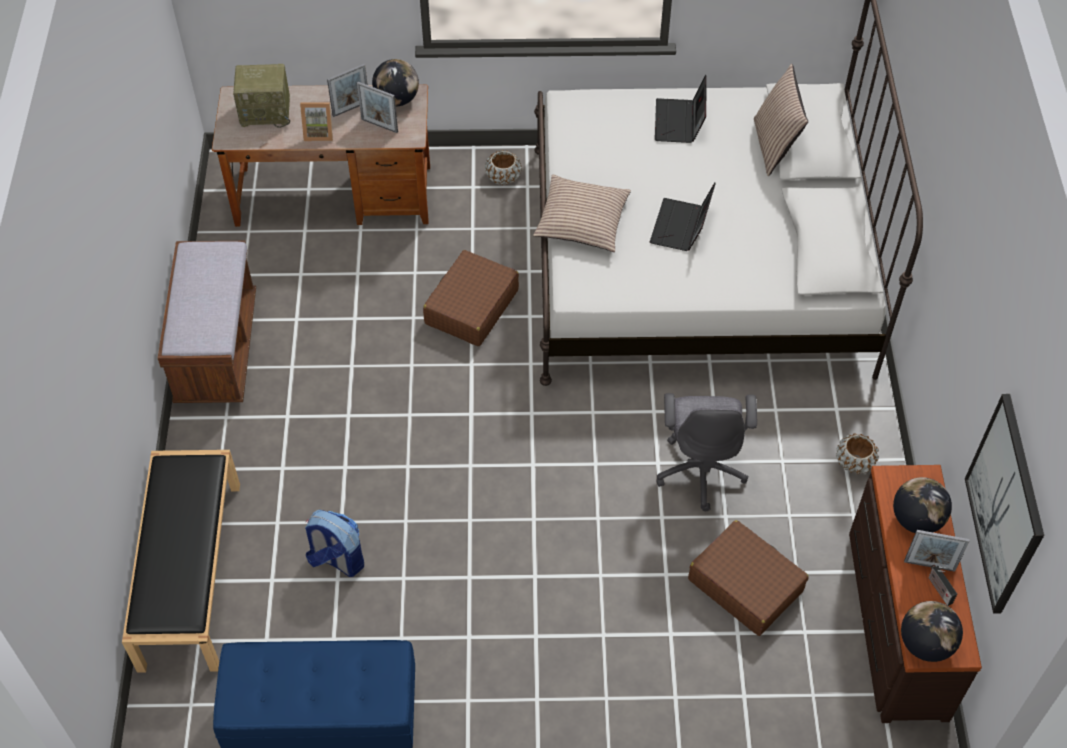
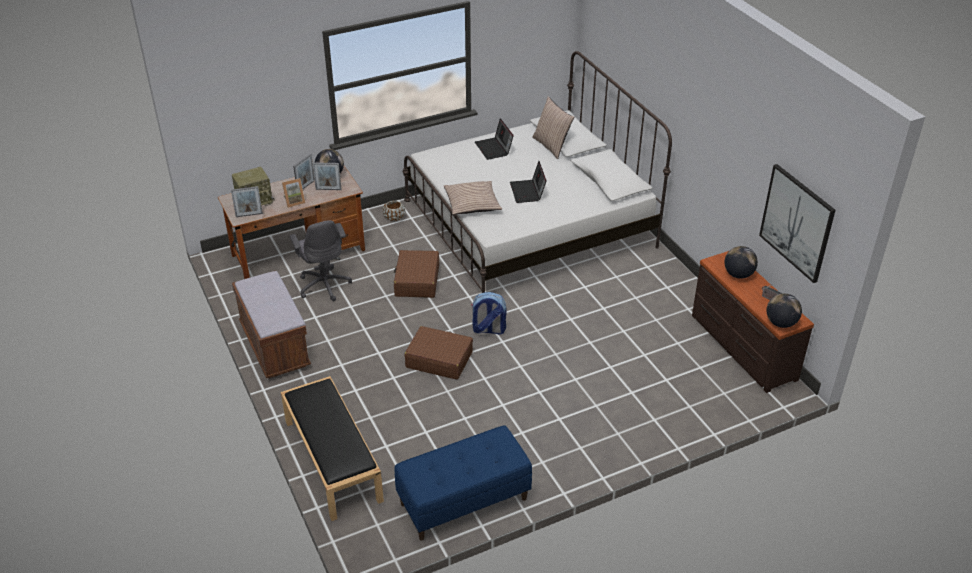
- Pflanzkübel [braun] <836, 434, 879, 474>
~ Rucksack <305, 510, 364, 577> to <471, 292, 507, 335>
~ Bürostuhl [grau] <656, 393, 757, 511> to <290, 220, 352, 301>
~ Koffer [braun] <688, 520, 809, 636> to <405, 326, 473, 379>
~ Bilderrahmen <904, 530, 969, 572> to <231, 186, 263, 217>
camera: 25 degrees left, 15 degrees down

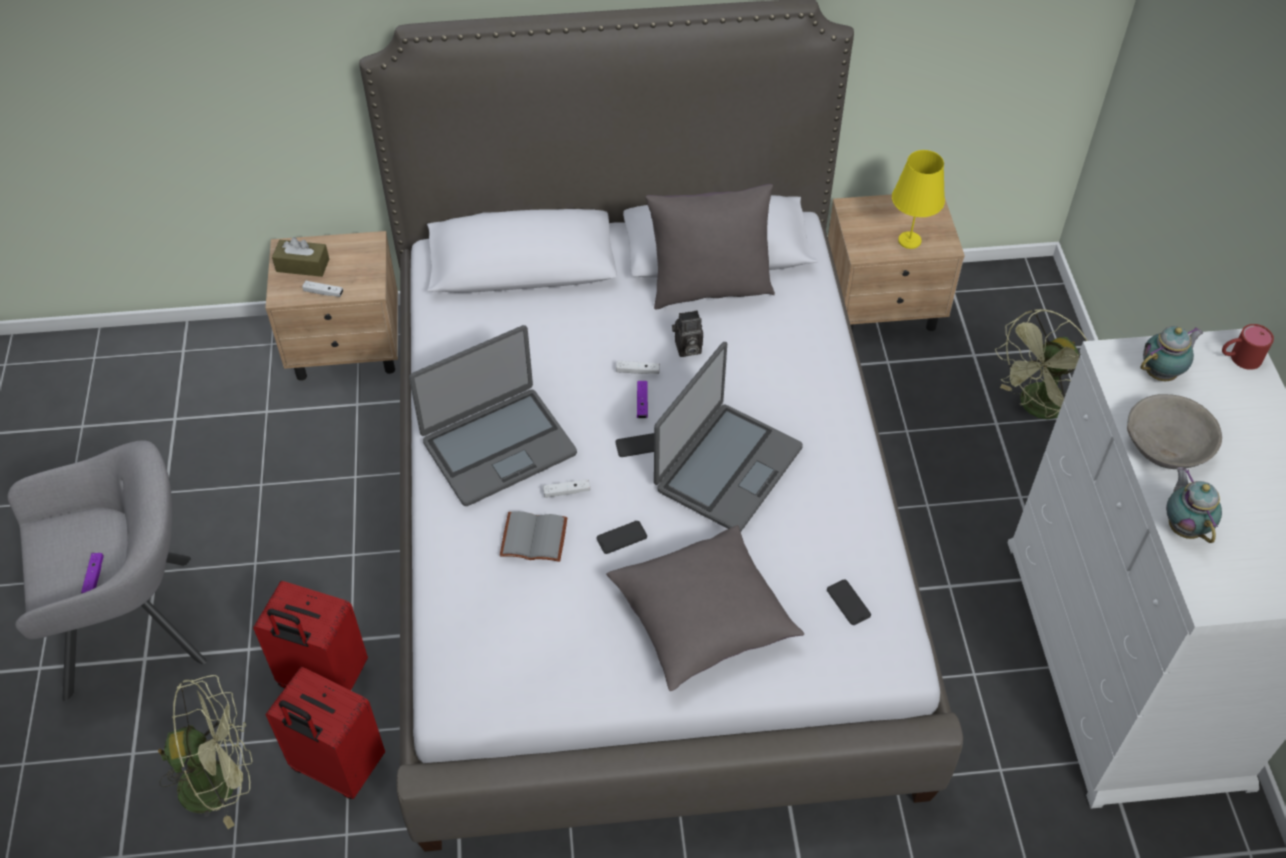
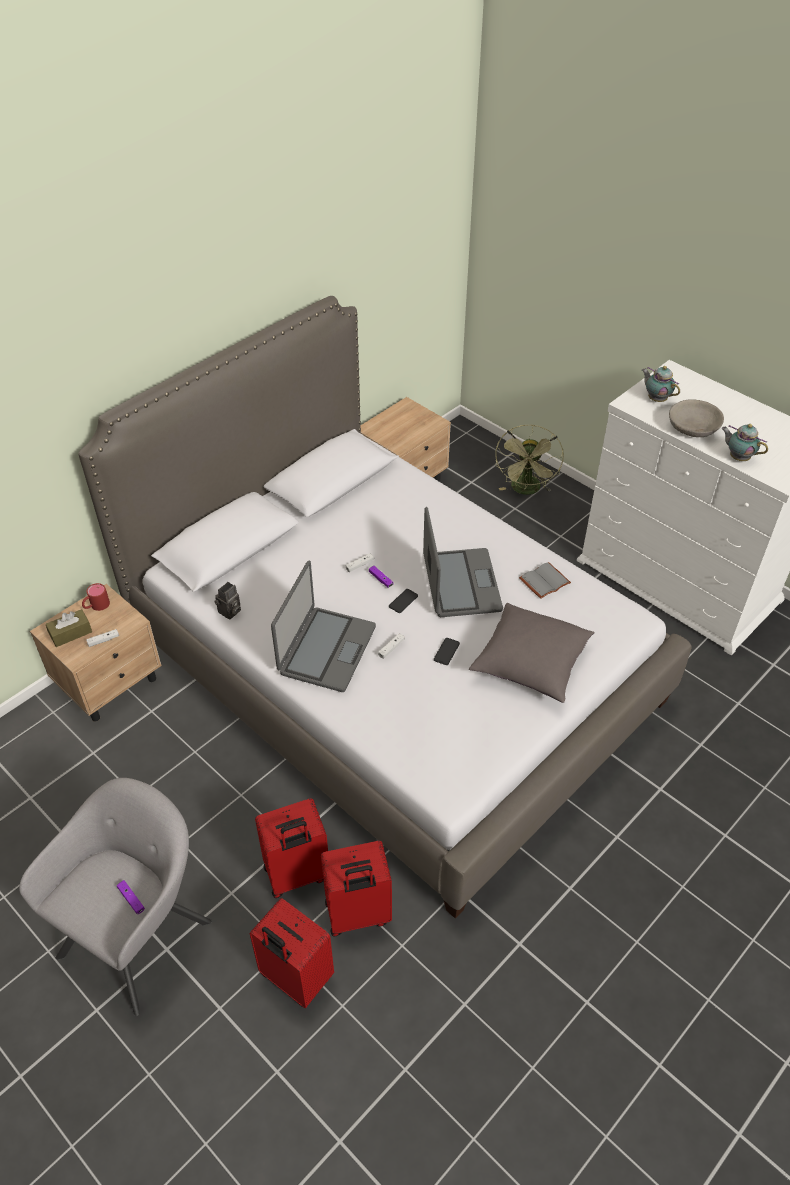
- Kissen [grau] <645, 184, 775, 309>
- Handy <827, 580, 871, 625>
- Tischlampe [gelb] <892, 150, 945, 249>
~ Buch [grau] <500, 511, 568, 562> to <519, 562, 571, 599>
~ Kamera <672, 310, 703, 357> to <214, 582, 241, 620>
~ Henkelbecher [rot] <1222, 324, 1274, 370> to <82, 583, 110, 611>
~ Ventilator [grün] <158, 675, 253, 829> to Koffer [rot] <249, 898, 334, 1008>
~ Teekanne <1140, 326, 1203, 381> = <642, 366, 680, 402> 60 degrees counterclockwise
camera: 40 degrees left, 5 degrees down

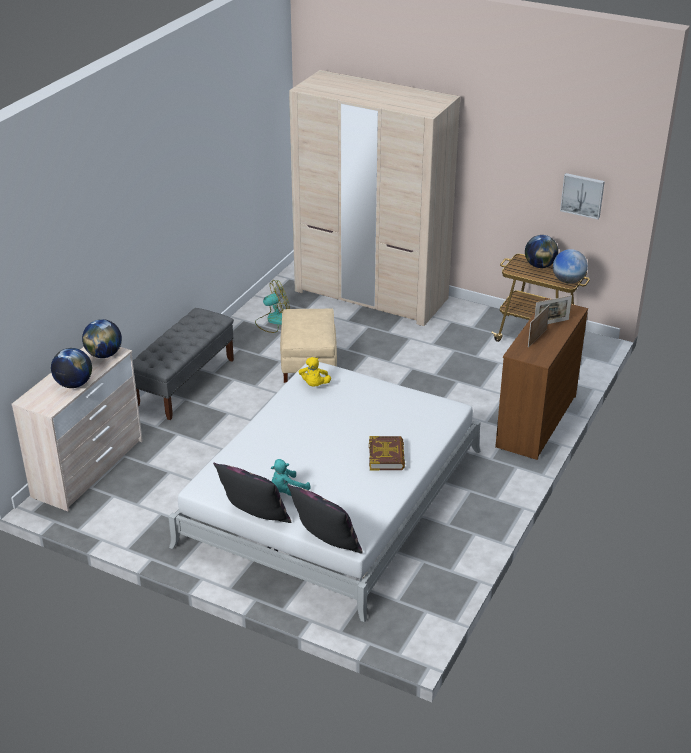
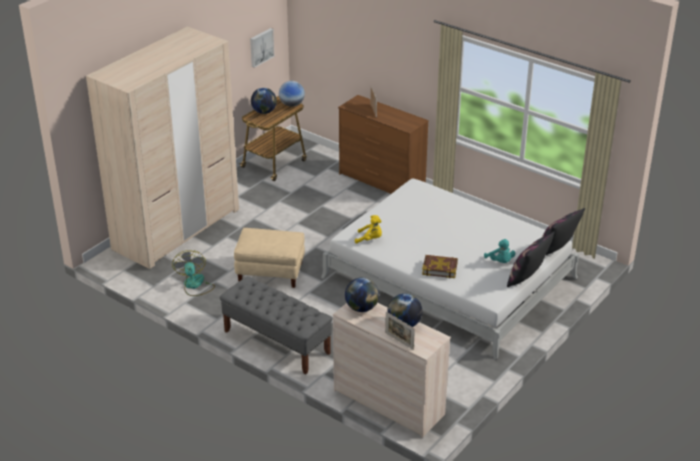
~ Buch <369, 436, 405, 470> to <422, 255, 458, 278>
~ Bilderrahmen <528, 305, 549, 347> to <385, 312, 415, 350>
camera: 80 degrees left, 0 degrees up

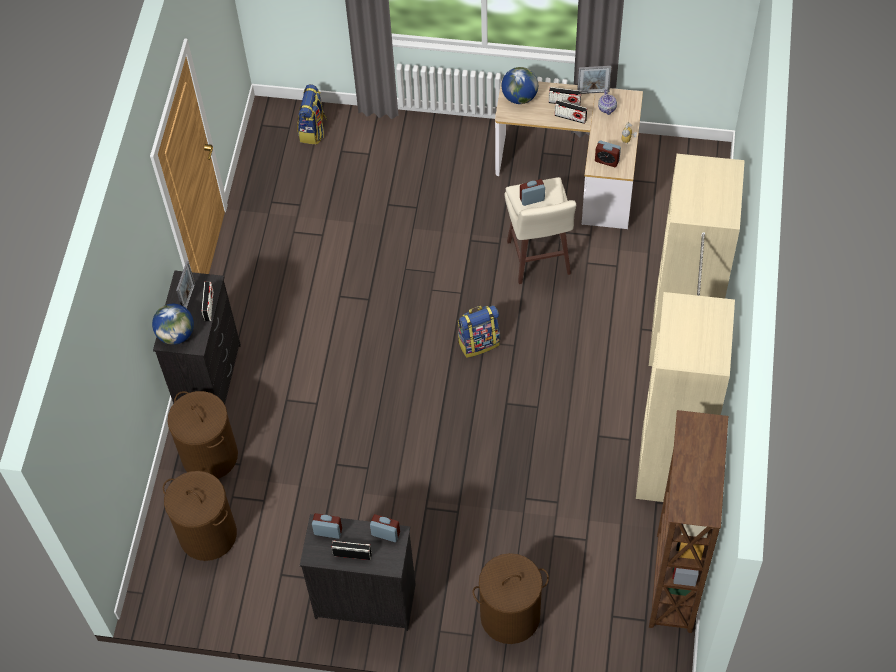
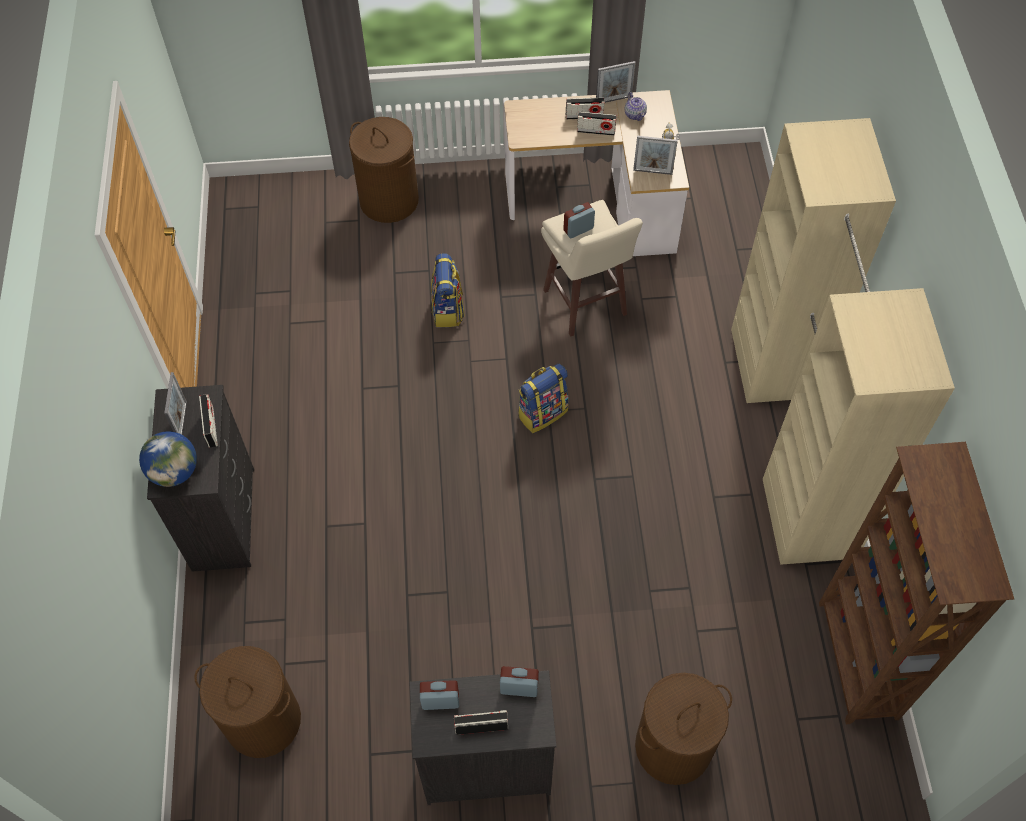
- Globus <502, 67, 538, 104>
~ Wäschekorb [braun] <168, 391, 238, 479> to <349, 117, 419, 223>
~ Rucksack <297, 84, 328, 145> to <431, 253, 465, 327>
~ Wecker <595, 141, 621, 167> to Bilderrahmen <633, 136, 678, 175>
camera: 15 degrees left, 0 degrees up

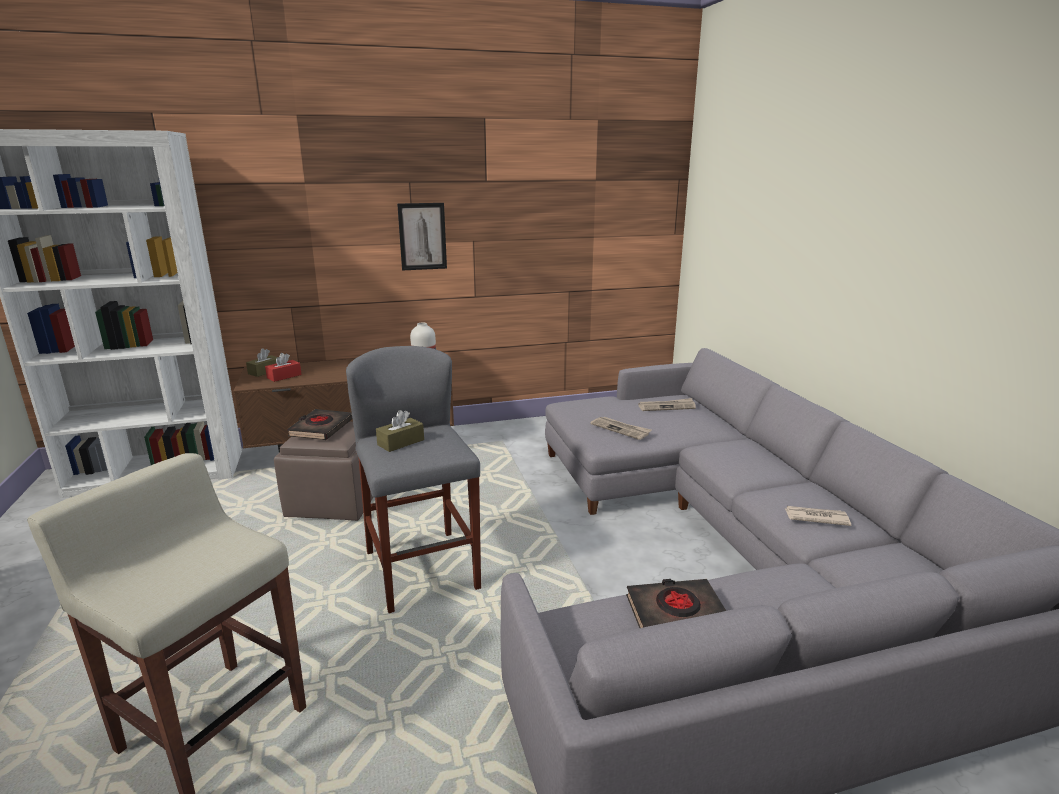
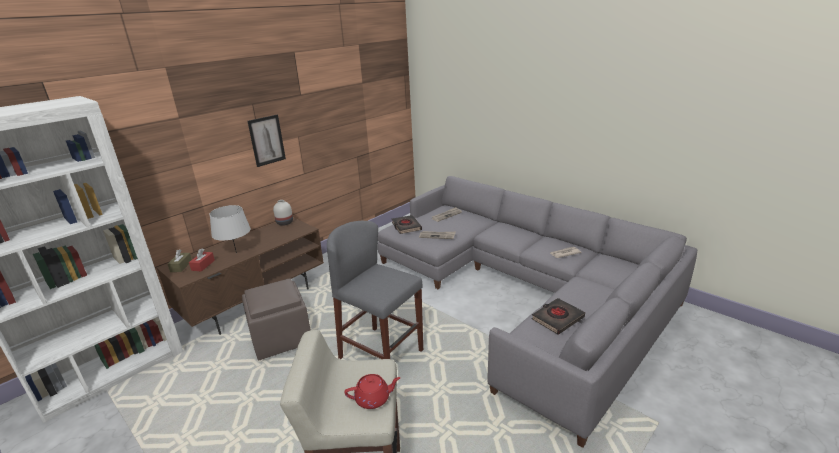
- Taschentuchbox [braun] <376, 410, 424, 452>
+ Tischlampe [grau] <210, 205, 251, 253>
+ Teekanne [rot] <344, 374, 400, 409>
~ Buch [schwarz] <287, 409, 352, 440> to <392, 215, 422, 234>
camera: 30 degrees left, 5 degrees up

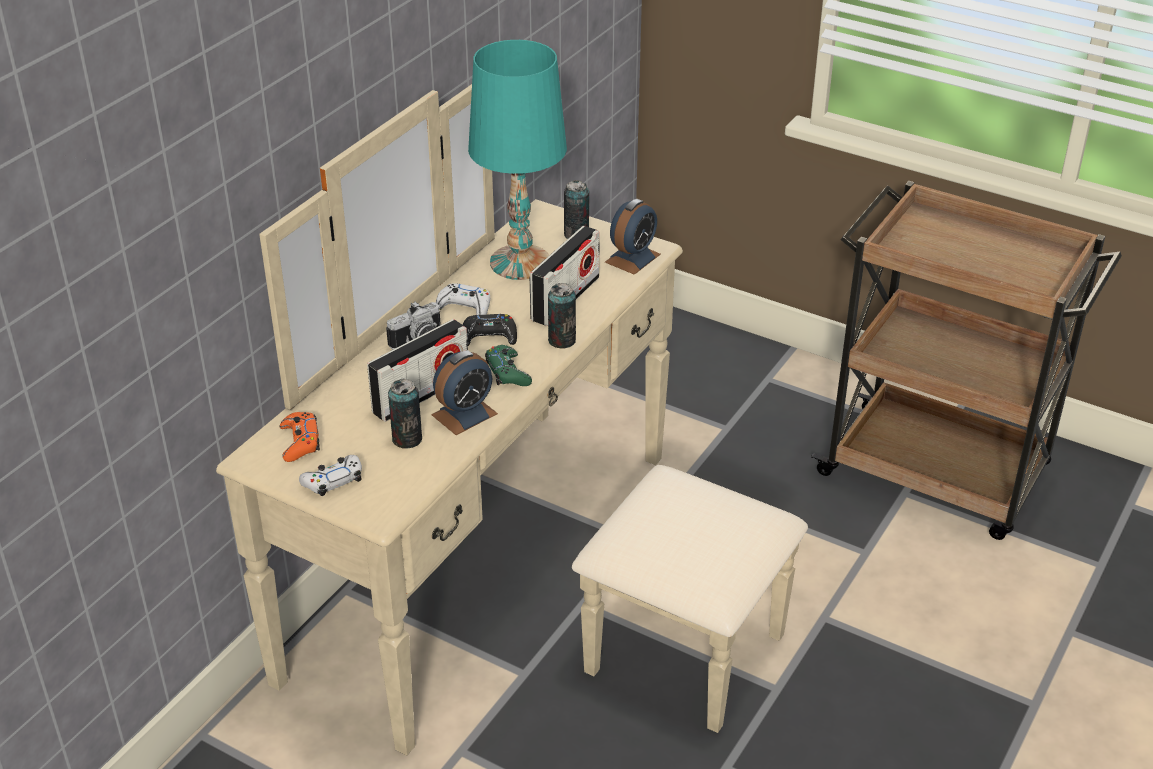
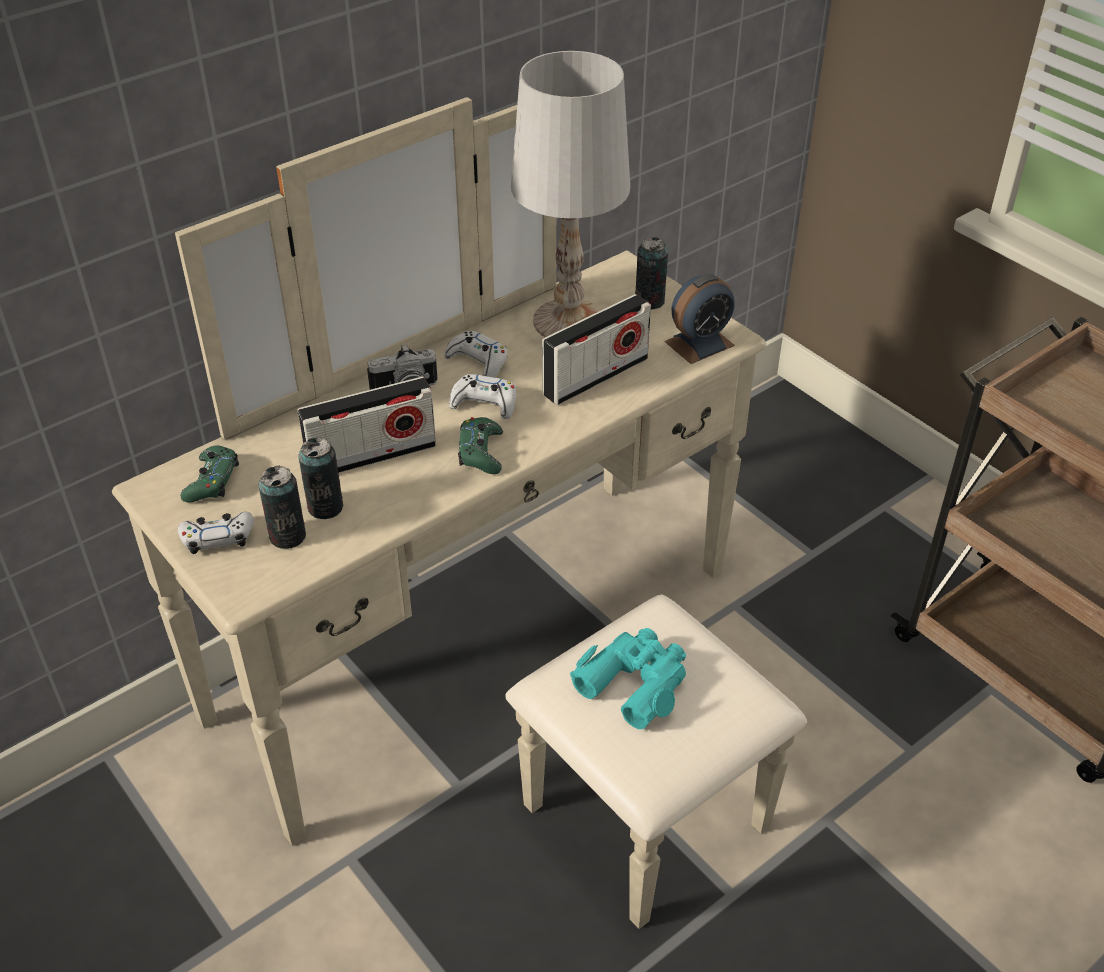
- Wecker <431, 350, 498, 435>
+ Fernglas [türkis] <570, 628, 686, 729>
~ Dose <548, 283, 576, 349> to <259, 466, 306, 549>
~ Gamepad [orange] <280, 412, 320, 462> to Gamepad [grün] <181, 445, 239, 502>
~ Gamepad [schwarz] <463, 314, 517, 346> to Gamepad [weiß] <449, 374, 516, 419>
~ Tischlampe [türkis] <468, 40, 567, 280> to Tischlampe [weiß] <511, 51, 630, 337>
camera: 20 degrees right, 5 degrees up

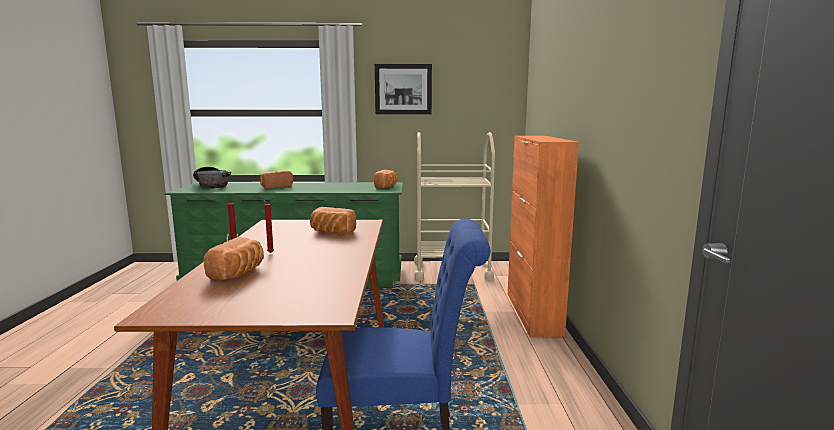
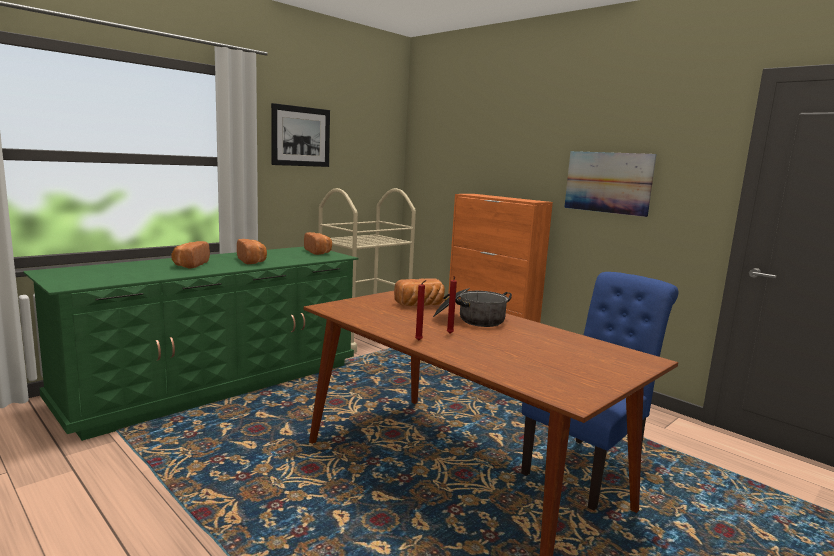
+ Bild <564, 151, 657, 217>
~ Kochtopf <193, 167, 231, 189> to <433, 288, 512, 327>
~ Brot <204, 237, 264, 280> to <237, 239, 267, 264>
camera: 45 degrees left, 0 degrees up

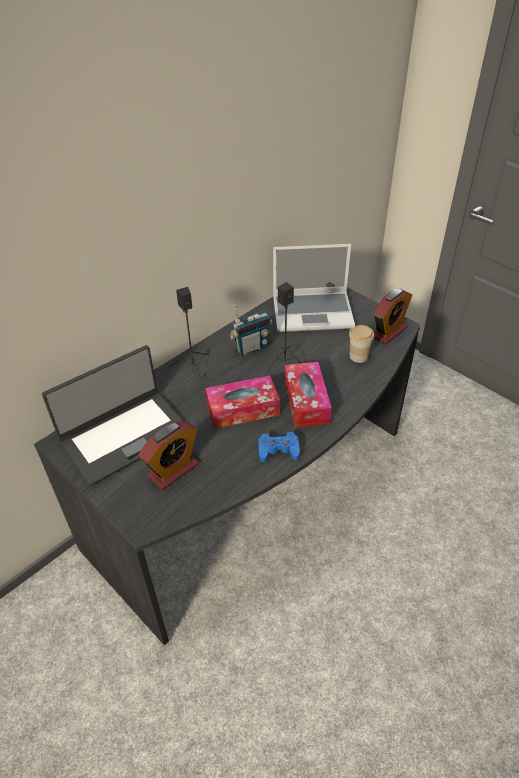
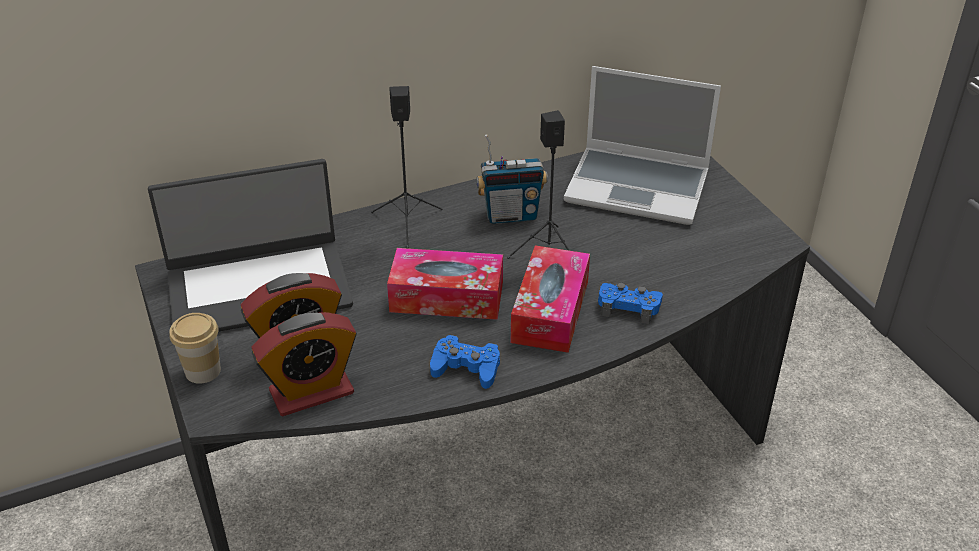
+ Gamepad [blau] <598, 283, 663, 324>
~ Tasse <349, 325, 374, 363> to <169, 313, 221, 384>
~ Wecker <374, 288, 412, 345> to <252, 312, 357, 416>
camera: 20 degrees right, 5 degrees down

